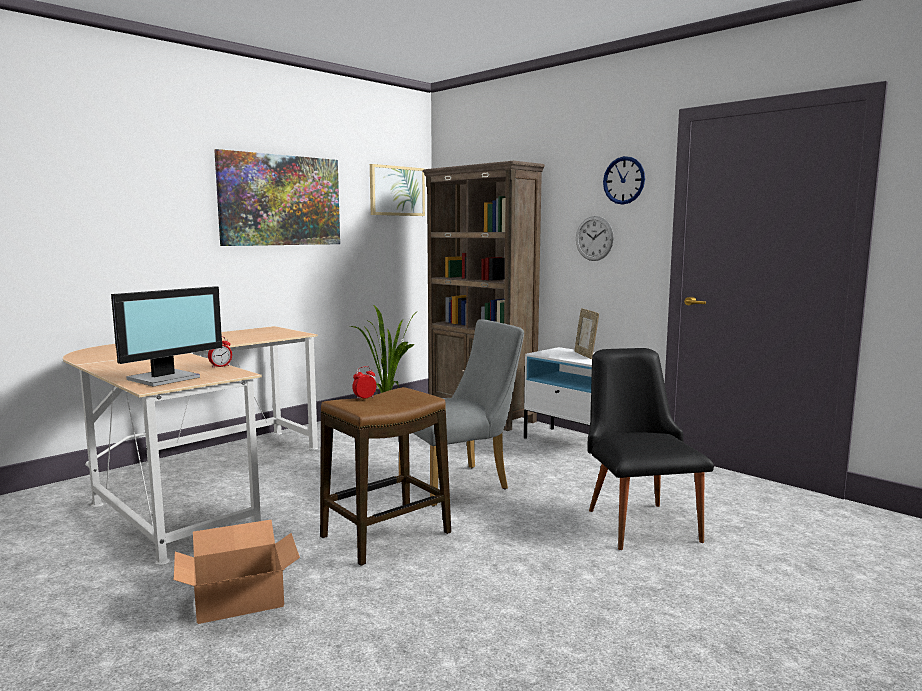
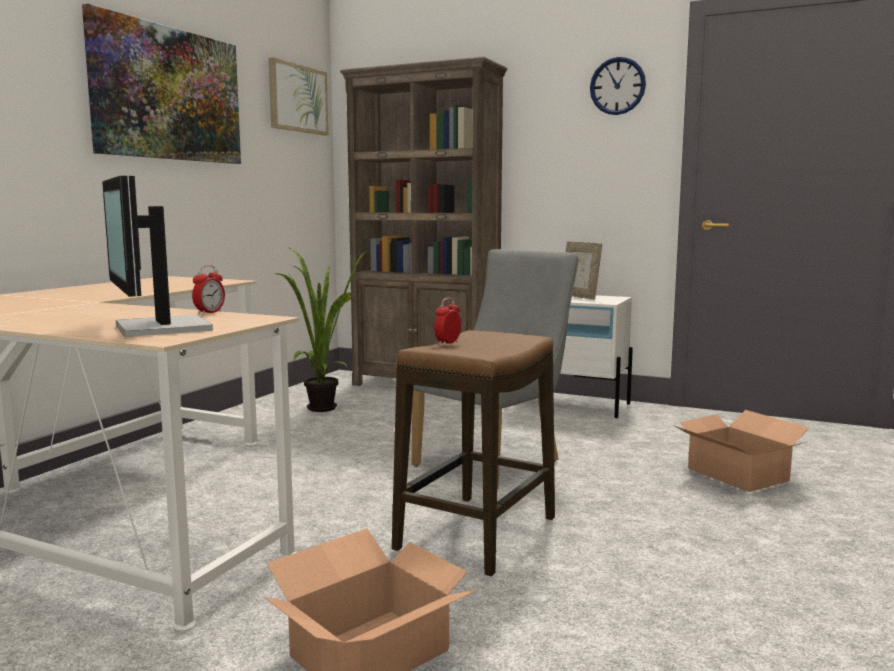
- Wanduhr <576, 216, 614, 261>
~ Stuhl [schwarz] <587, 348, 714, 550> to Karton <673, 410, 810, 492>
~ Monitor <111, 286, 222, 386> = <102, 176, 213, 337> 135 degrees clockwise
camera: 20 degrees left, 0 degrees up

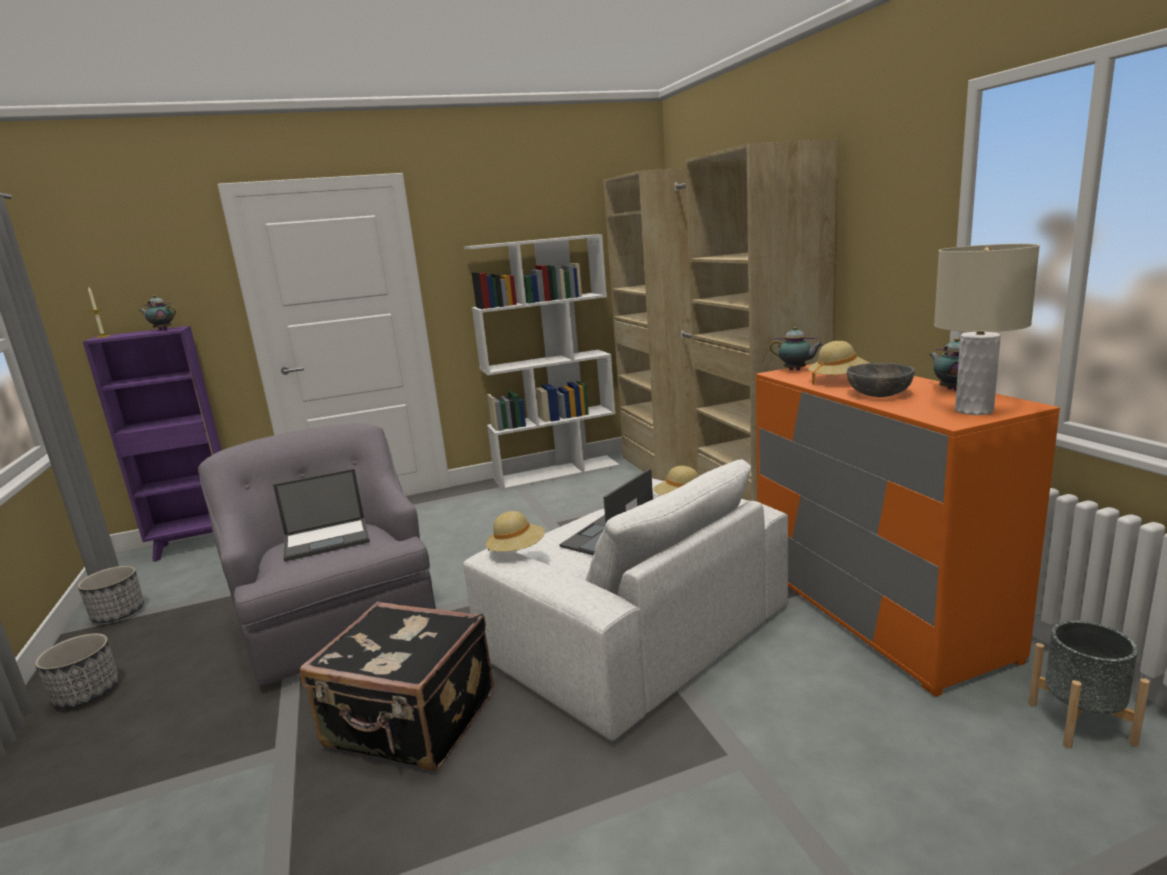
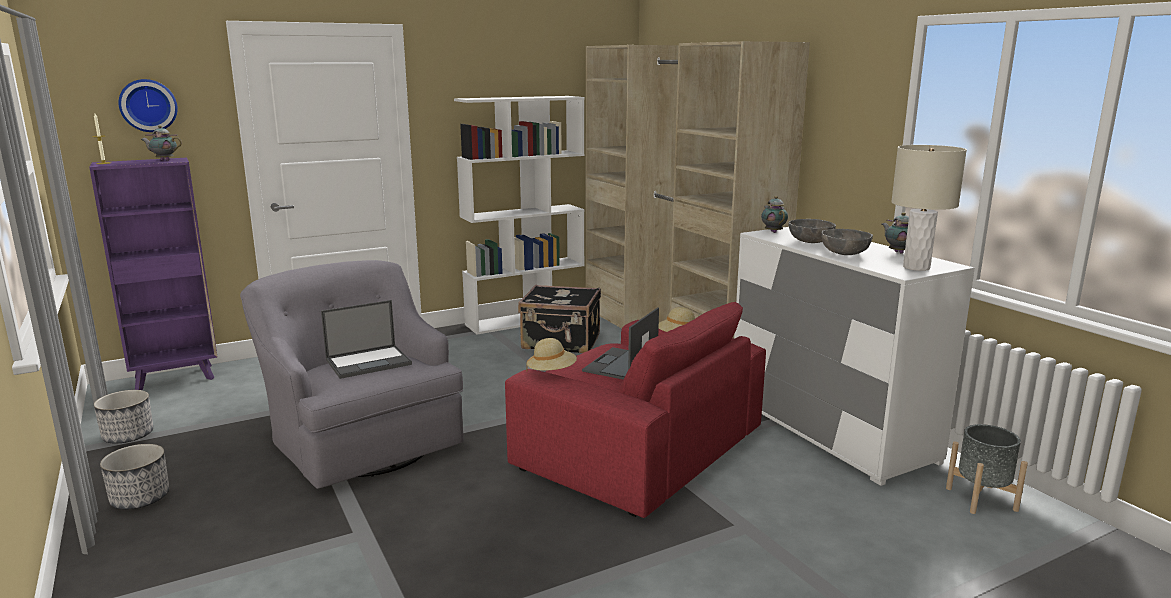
+ Wanduhr <118, 79, 178, 132>
~ Koffer [schwarz] <300, 602, 494, 770> to <518, 285, 601, 353>
~ Hut [beige] <808, 341, 869, 385> to Schüssel [grau] <788, 219, 836, 243>
~ Sessel [weiß] <463, 459, 788, 741> to Sessel [rot] <505, 302, 766, 518>
~ Kommode [orange] <756, 364, 1060, 697> to Kommode [weiß] <734, 227, 975, 486>
~ Teekanne <770, 327, 823, 370> = <761, 196, 788, 233> 120 degrees counterclockwise
camera: 10 degrees left, 0 degrees up

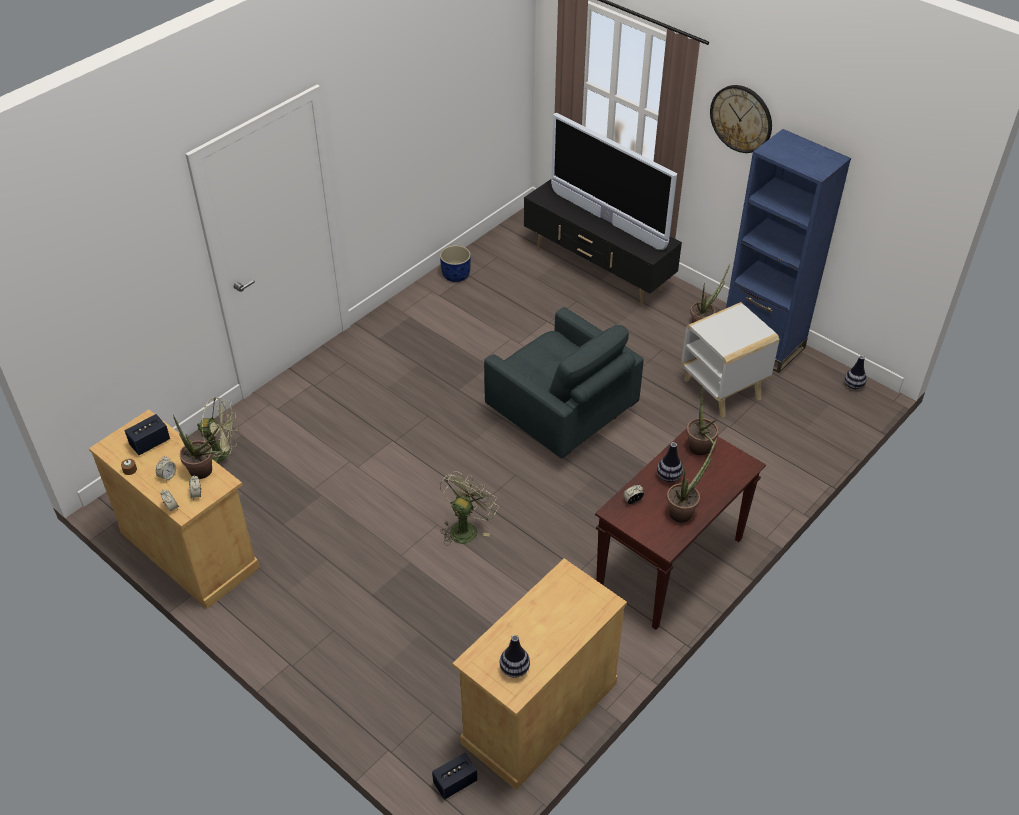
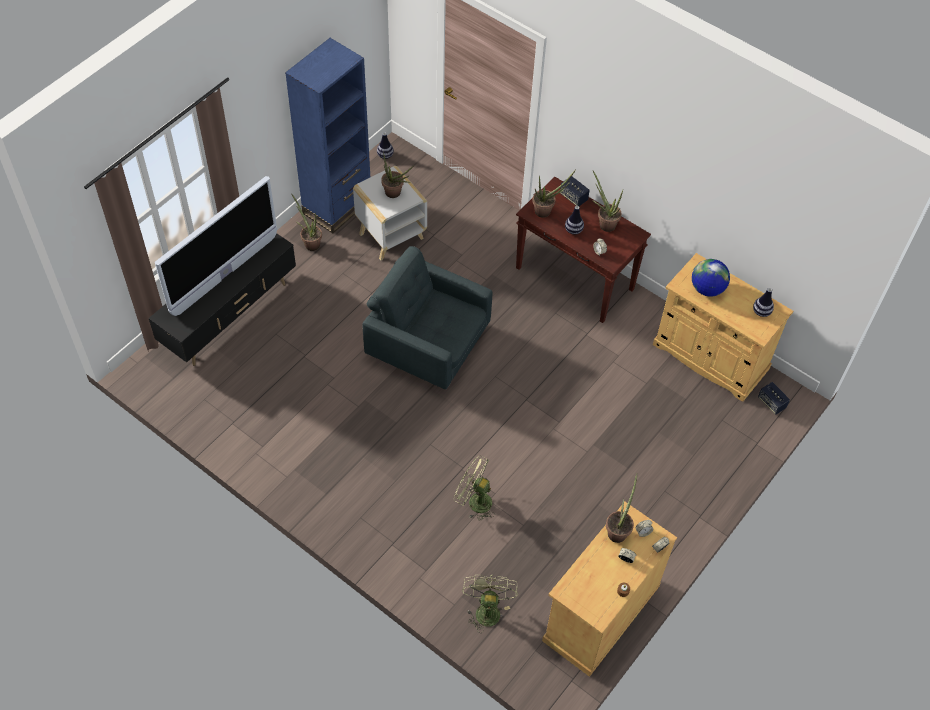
- Pflanzkübel [blau] <440, 245, 471, 282>
- Wanduhr <710, 85, 772, 153>
+ Topfpflanze <381, 152, 414, 198>
+ Globus <692, 259, 730, 297>
~ Lautsprecher <125, 414, 170, 455> to <560, 176, 590, 206>
~ Ventilator [grün] <440, 471, 499, 546> to <454, 455, 495, 521>
~ Sessel [grau] <484, 307, 644, 458> = <362, 246, 492, 389> 105 degrees counterclockwise
camera: 95 degrees left, 10 degrees up

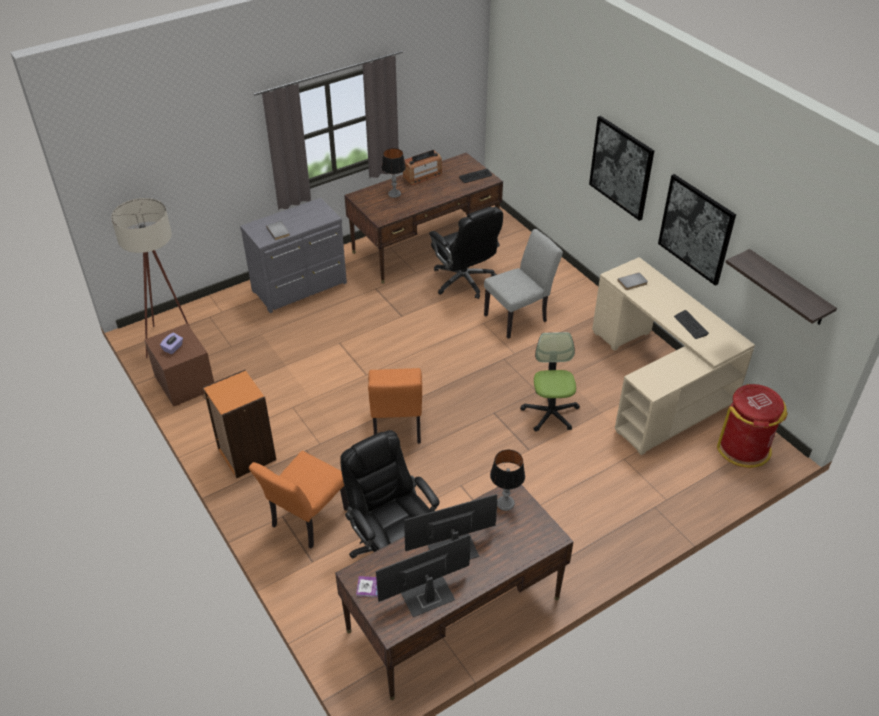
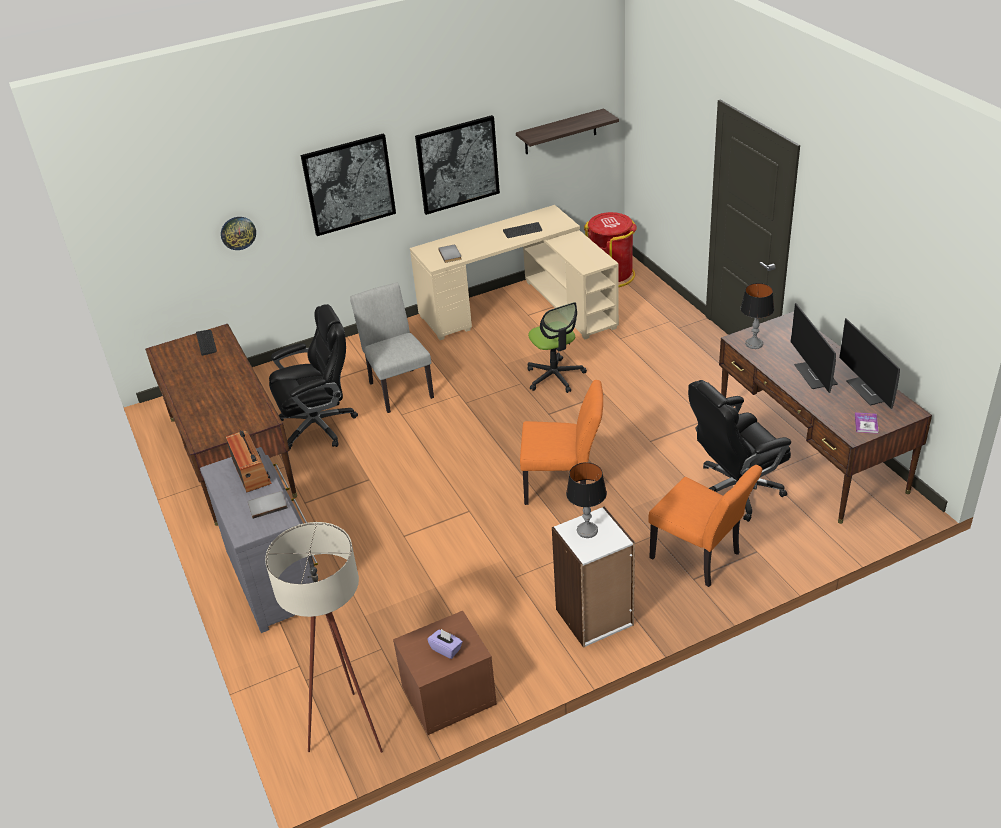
+ Wanduhr <221, 217, 256, 250>
~ Tischlampe <381, 148, 406, 198> to <566, 462, 607, 538>
~ Radio <403, 150, 442, 185> to <226, 429, 272, 492>
~ Bücherregal [orange] <203, 370, 276, 478> to Bücherregal [weiß] <552, 507, 635, 648>
~ Bürostuhl <520, 332, 580, 432> = <527, 302, 587, 393> 120 degrees counterclockwise
camera: 80 degrees left, 5 degrees down

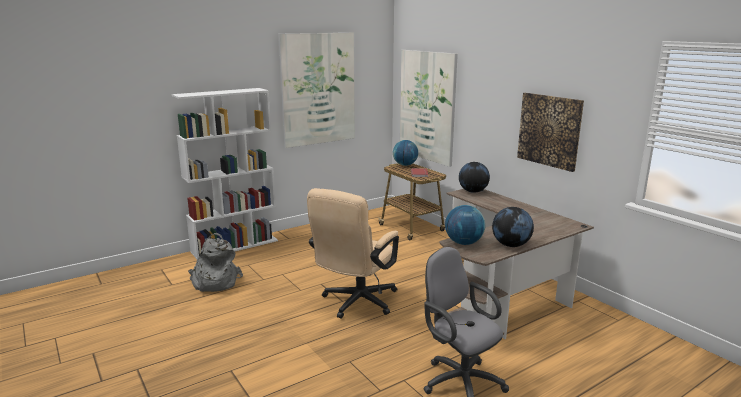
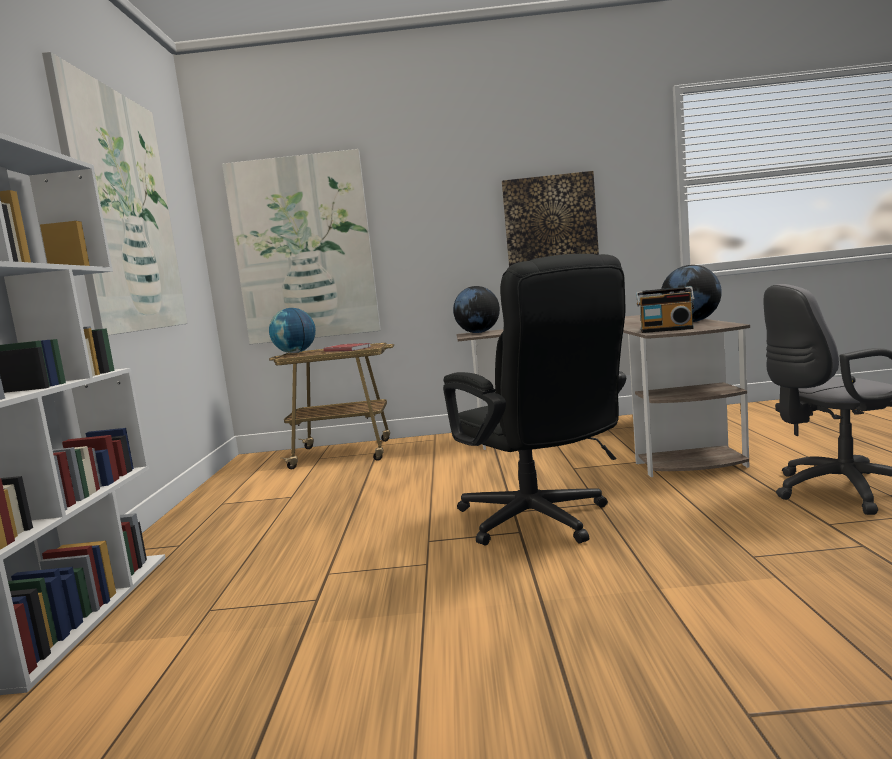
- Rucksack [grau] <188, 233, 243, 292>
~ Globus <445, 205, 486, 245> to Radio <636, 286, 695, 333>
~ Bürostuhl [beige] <307, 188, 399, 319> to Bürostuhl [schwarz] <443, 254, 626, 546>
camera: 55 degrees left, 10 degrees down

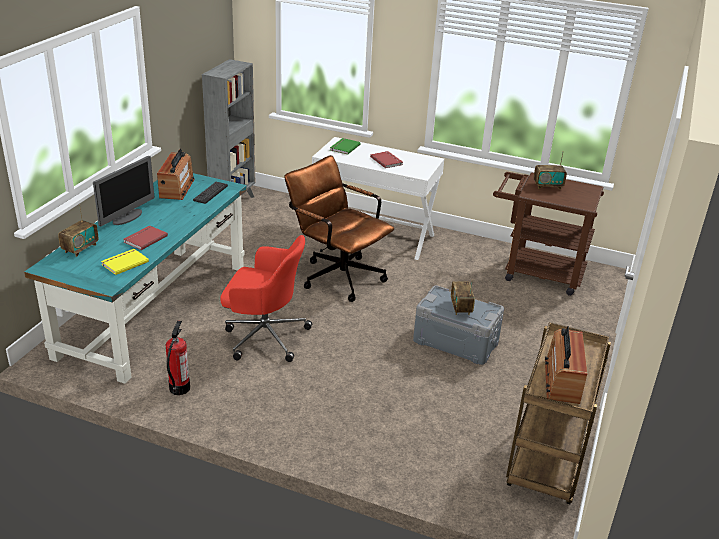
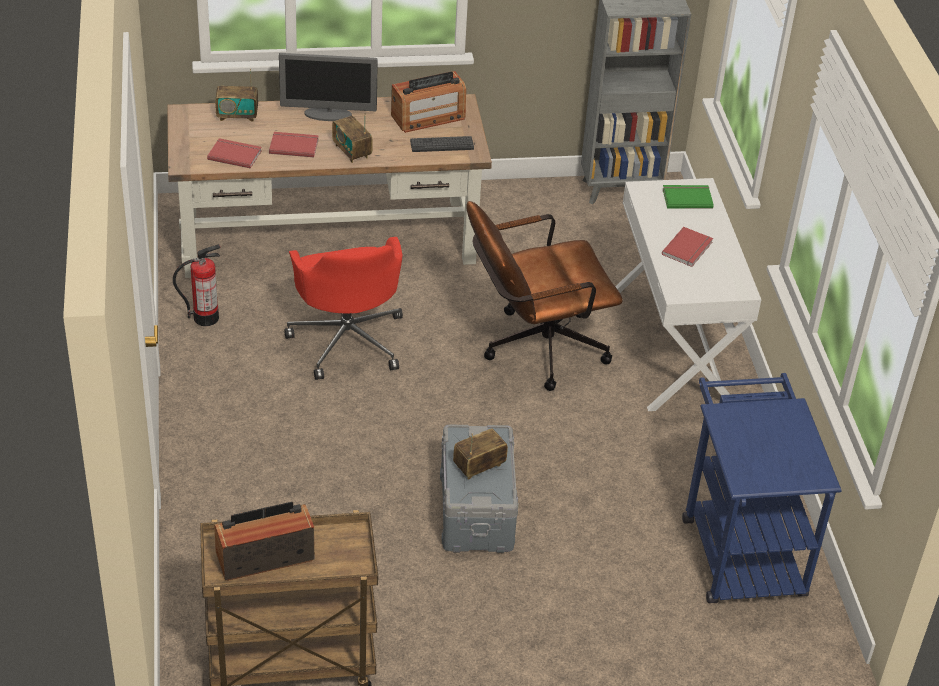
~ Radio <534, 151, 567, 189> to <332, 113, 373, 163>
~ Schreibtisch [türkis] <24, 173, 247, 384> to Schreibtisch [braun] <167, 94, 492, 278>
~ Buch [gelb] <101, 249, 149, 275> to Buch [rot] <207, 138, 262, 169>
~ Rollwagen [braun] <493, 172, 604, 296> to Rollwagen [blau] <682, 373, 842, 603>
~ Bürostuhl [braun] <284, 155, 394, 302> = <466, 201, 623, 391> 120 degrees counterclockwise
camera: 60 degrees right, 10 degrees up

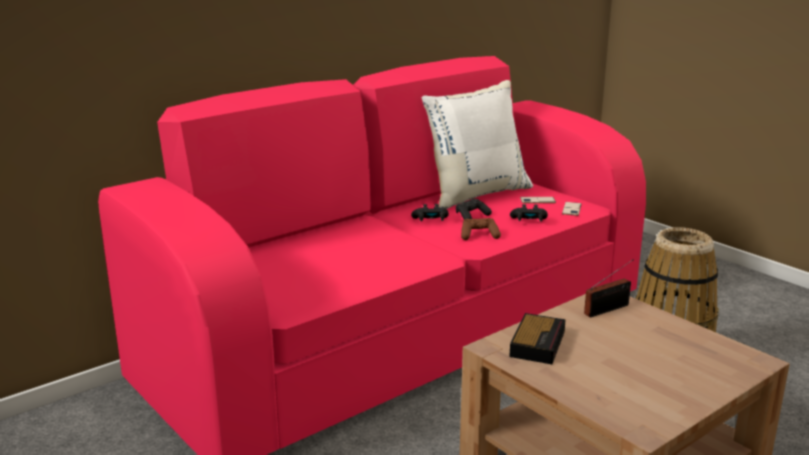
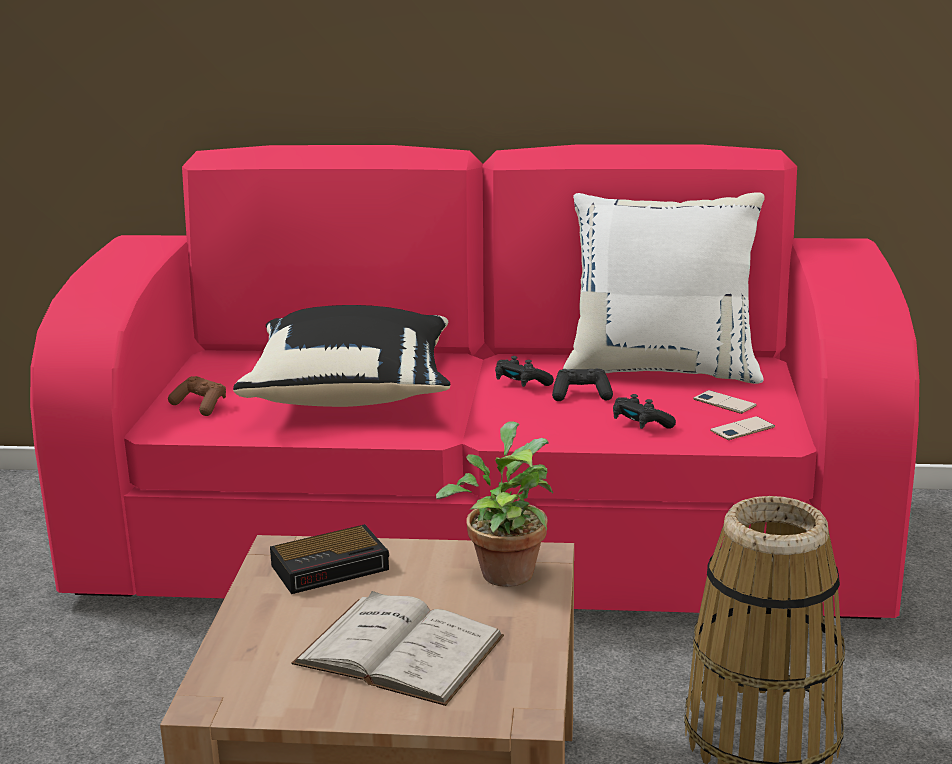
+ Kissen [schwarz] <233, 305, 450, 407>
+ Buch [weiß] <291, 591, 504, 706>
~ Gamepad [braun] <461, 218, 501, 240> to <168, 376, 226, 416>
~ Radio <584, 259, 634, 318> to Topfpflanze <436, 421, 553, 587>
camera: 45 degrees right, 0 degrees up

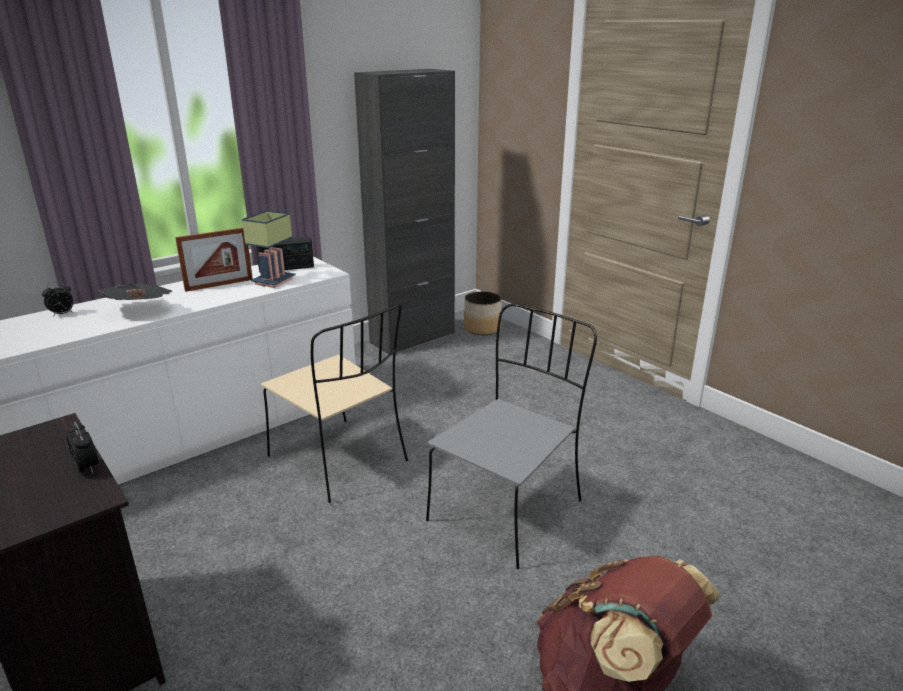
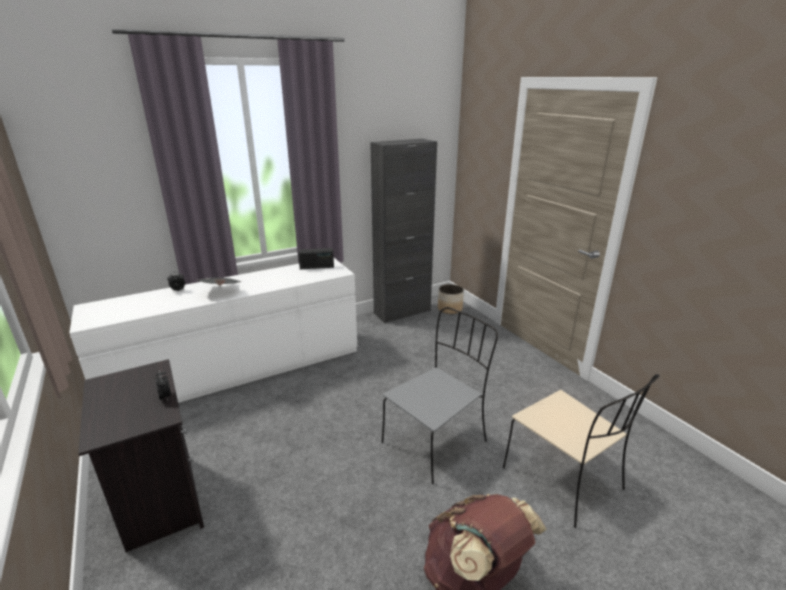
- Bilderrahmen <175, 228, 253, 292>
- Tischlampe <242, 210, 296, 288>
~ Stuhl [beige] <261, 304, 408, 503> to <503, 374, 659, 528>
camera: 10 degrees right, 0 degrees up

